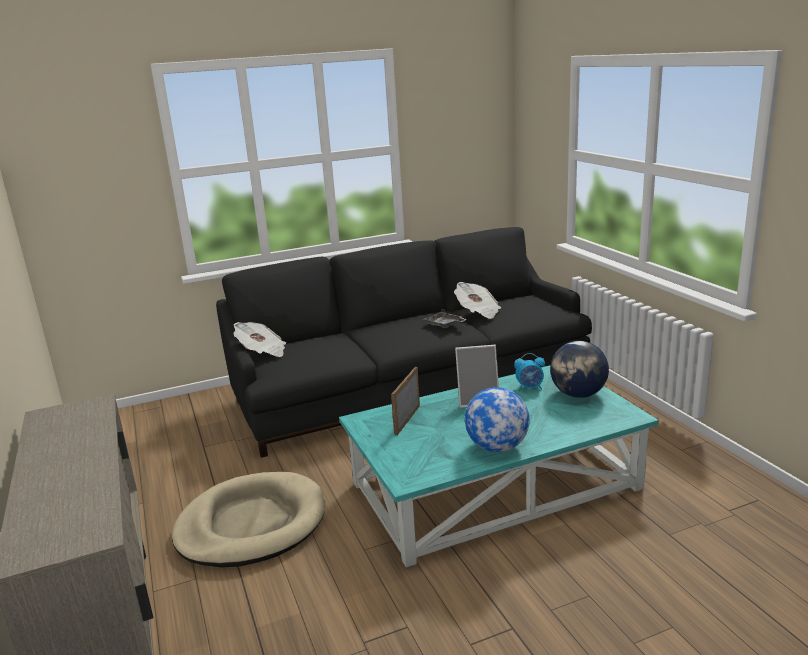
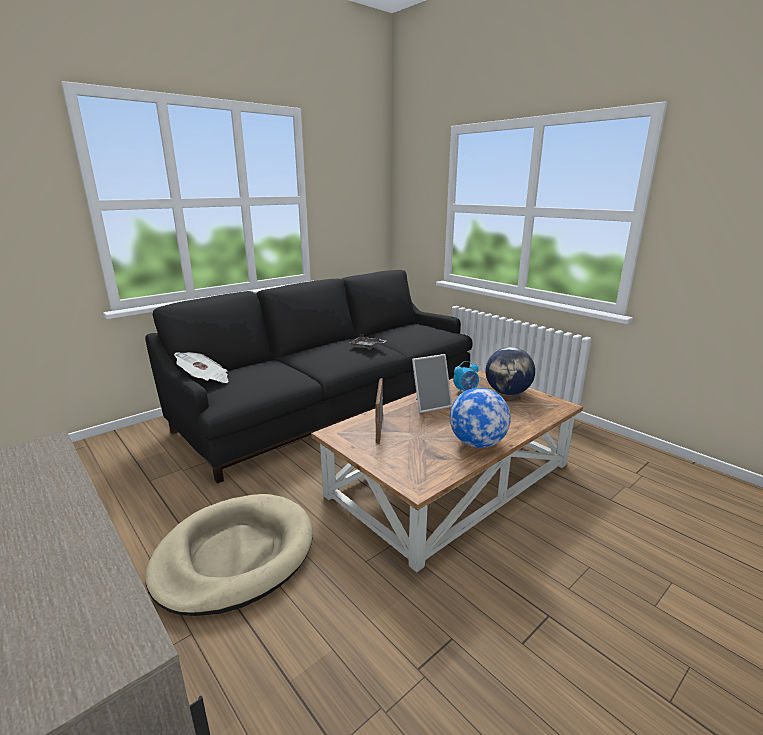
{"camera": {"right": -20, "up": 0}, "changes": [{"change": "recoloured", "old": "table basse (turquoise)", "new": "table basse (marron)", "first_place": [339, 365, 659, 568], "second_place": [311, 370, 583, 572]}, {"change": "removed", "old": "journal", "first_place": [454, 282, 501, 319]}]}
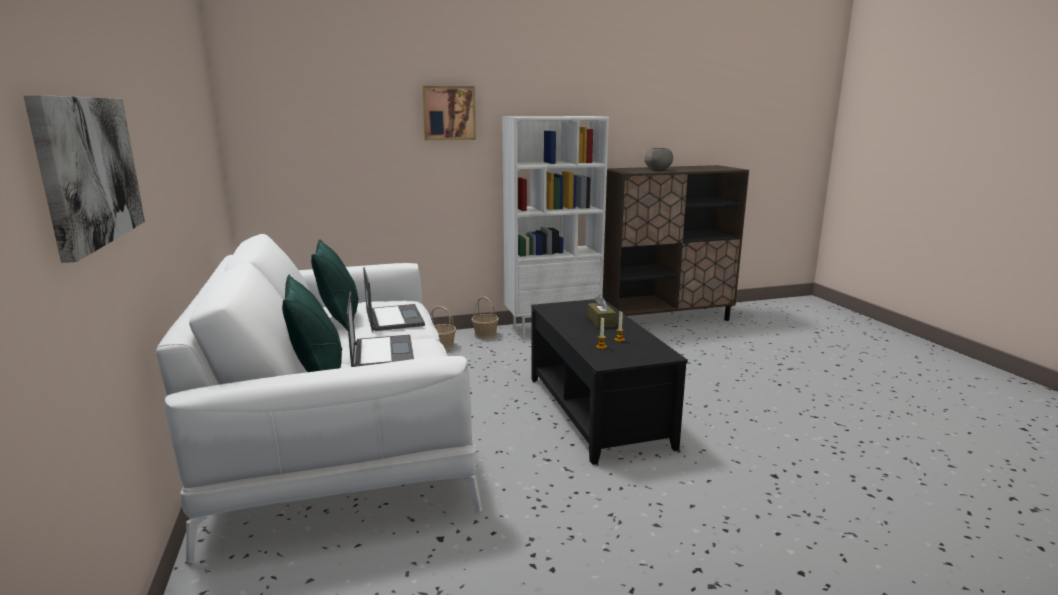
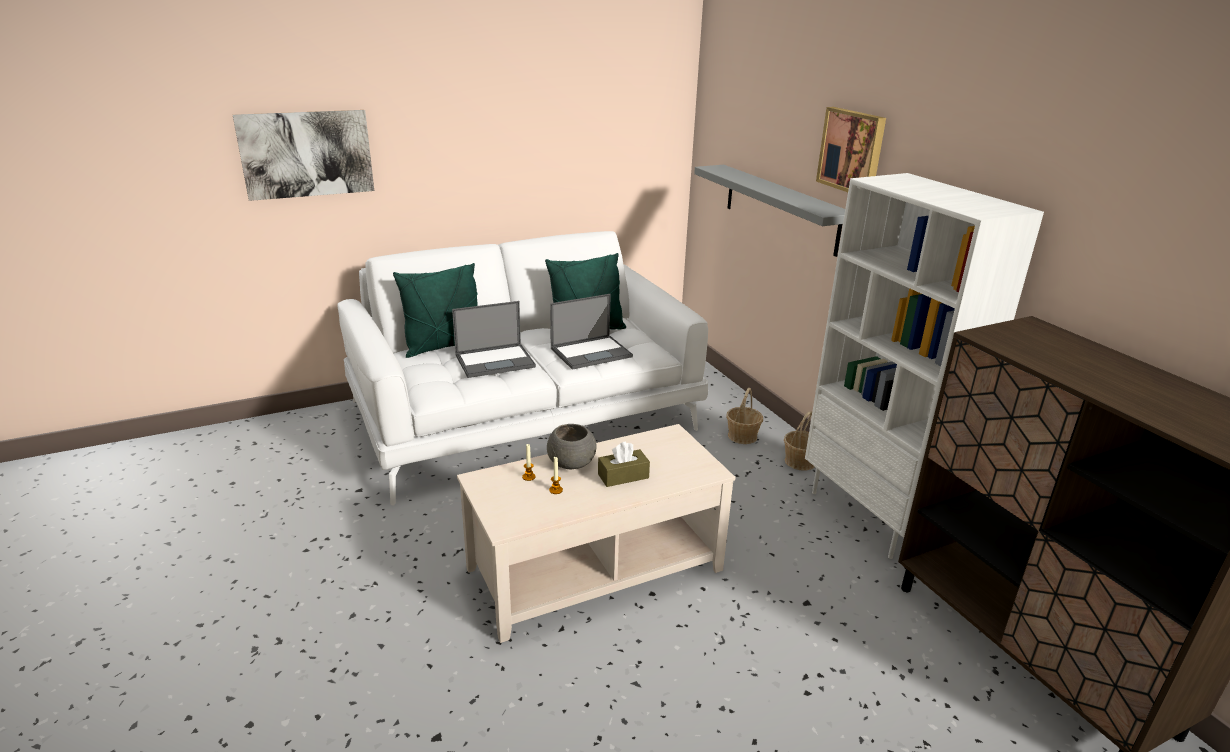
{"camera": {"right": 80, "up": 10}, "changes": [{"change": "recoloured", "old": "table basse (noir)", "new": "table basse (beige)", "first_place": [531, 299, 688, 465], "second_place": [457, 424, 735, 643]}, {"change": "moved", "old": "bol (gris)", "first_place": [644, 148, 673, 170], "second_place": [547, 424, 597, 469]}, {"change": "added", "new": "étagère (gris)", "second_place": [694, 165, 845, 257]}]}
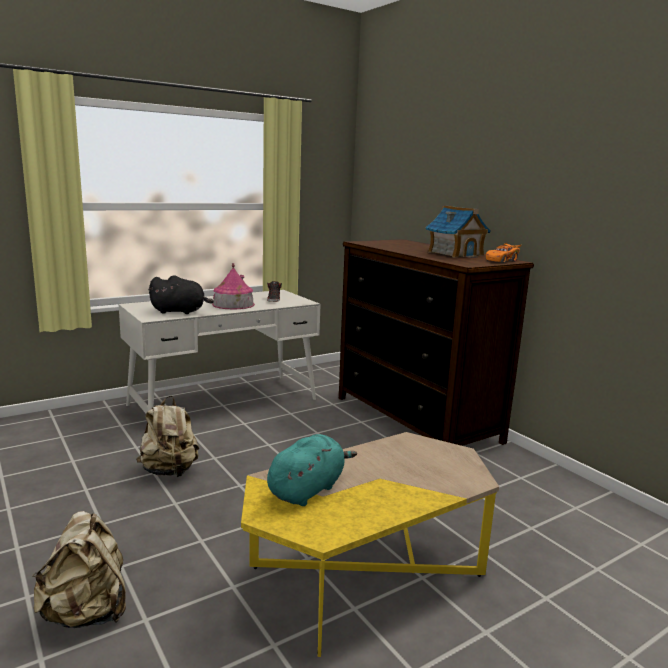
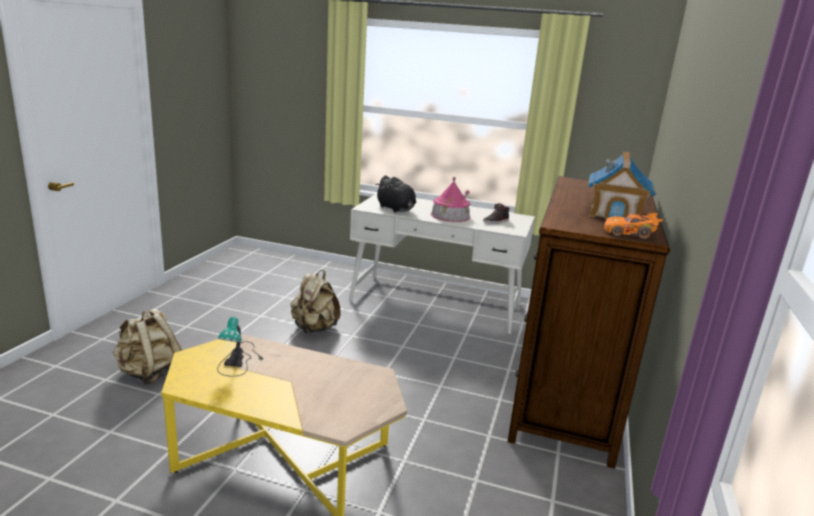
{"camera": {"right": 50, "up": 5}, "changes": [{"change": "replaced", "old": "peluche (turquoise)", "new": "lampe de table", "first_place": [267, 434, 357, 506], "second_place": [217, 317, 263, 377]}]}
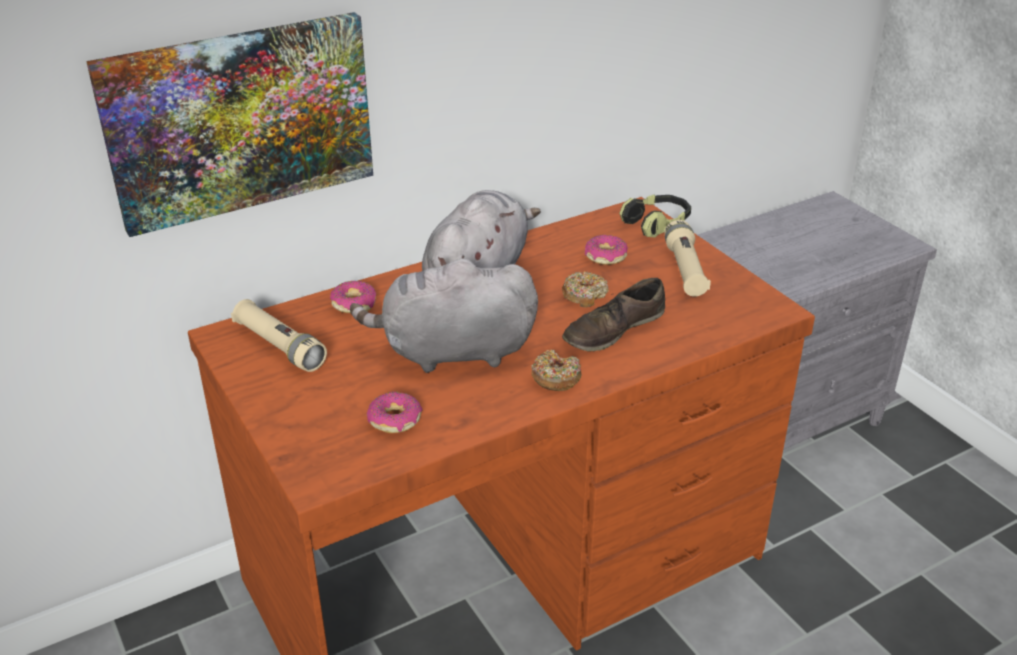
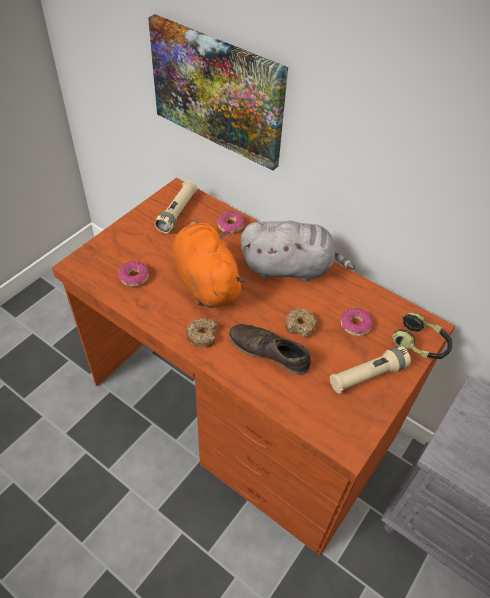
{"camera": {"right": 65, "up": 15}, "changes": [{"change": "recoloured", "old": "peluche (gris)", "new": "peluche (orange)", "first_place": [350, 257, 538, 373], "second_place": [172, 219, 246, 308]}]}
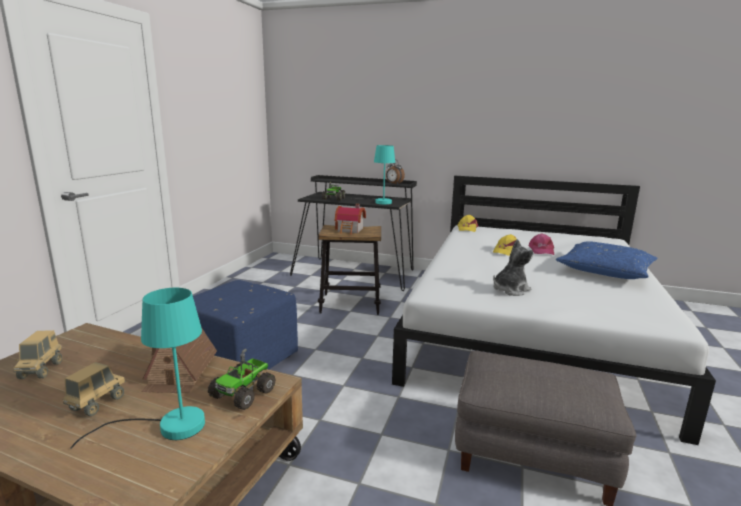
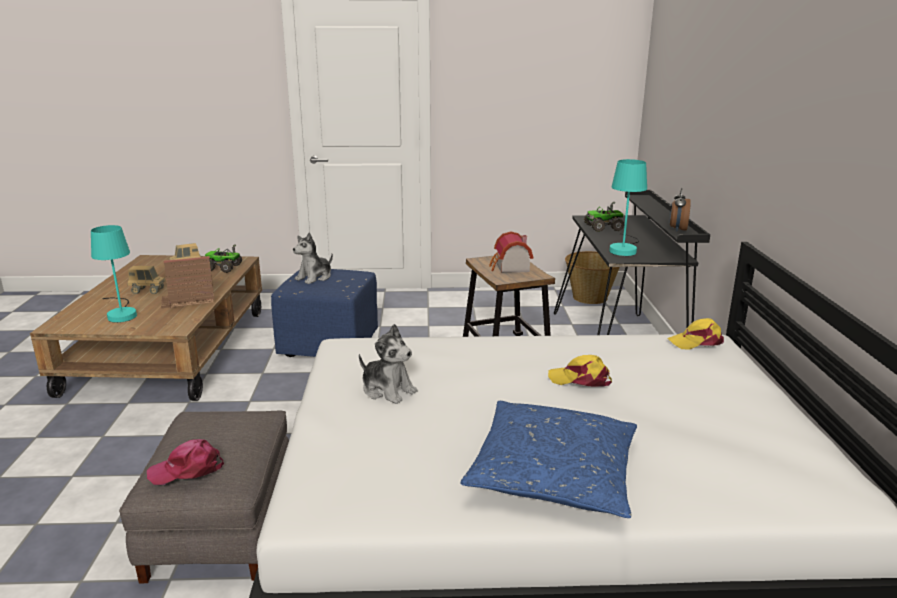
{"camera": {"right": 70, "up": 5}, "changes": [{"change": "moved", "old": "casquette (rose)", "first_place": [528, 234, 554, 255], "second_place": [147, 439, 224, 485]}, {"change": "moved", "old": "camion jouet", "first_place": [208, 348, 276, 410], "second_place": [205, 245, 242, 273]}, {"change": "added", "new": "peluche", "second_place": [293, 232, 333, 284]}, {"change": "added", "new": "panier", "second_place": [565, 251, 620, 304]}]}
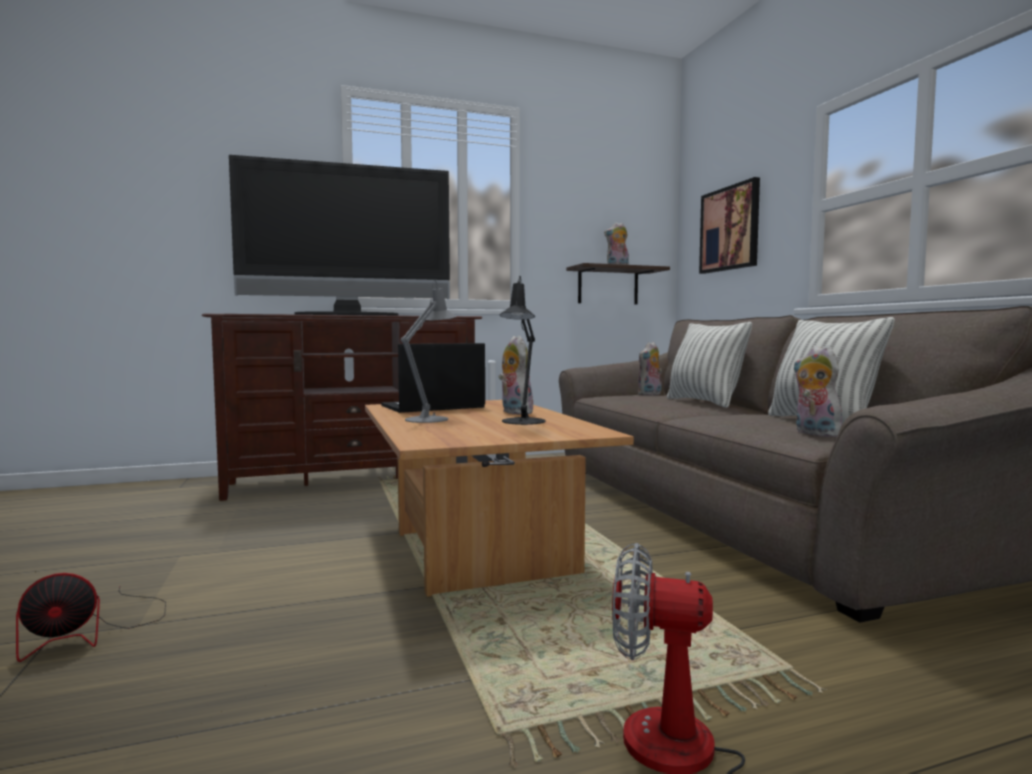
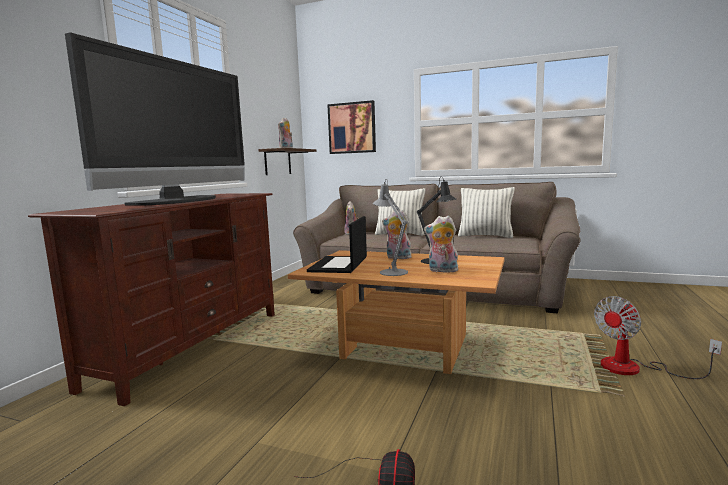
{"camera": {"right": -50, "up": 5}, "changes": [{"change": "moved", "old": "peluche", "first_place": [793, 345, 842, 437], "second_place": [424, 216, 458, 272]}]}
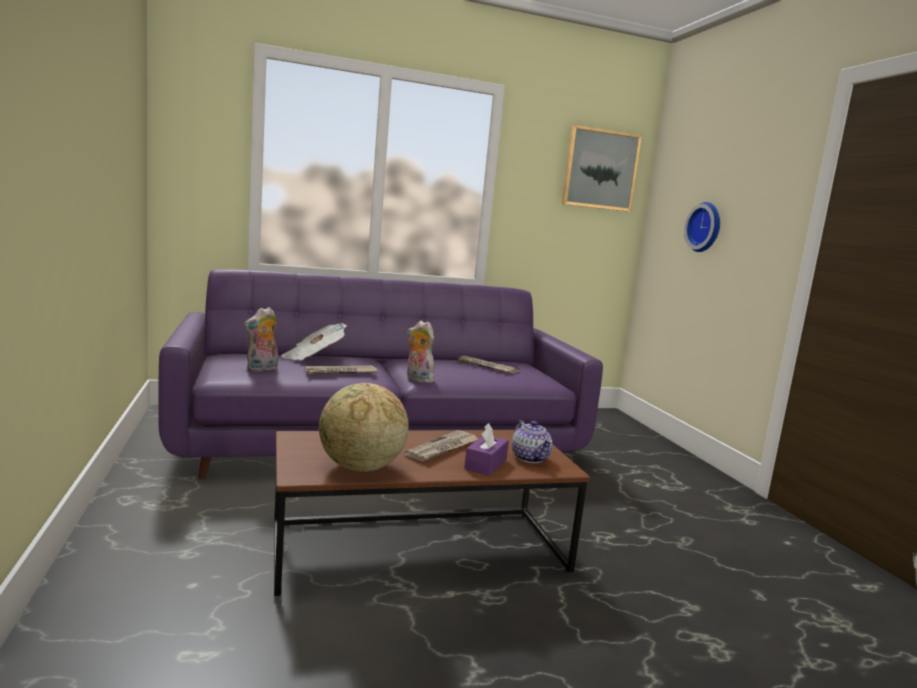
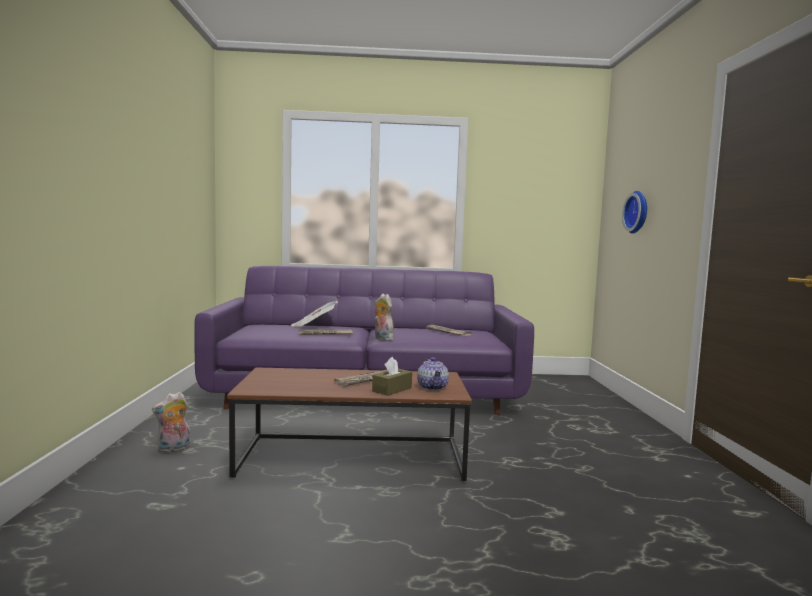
{"camera": {"right": 15, "up": -5}, "changes": [{"change": "moved", "old": "peluche", "first_place": [244, 307, 278, 372], "second_place": [152, 392, 190, 453]}, {"change": "recoloured", "old": "boîte à mouchoirs (violet)", "new": "boîte à mouchoirs (marron)", "first_place": [464, 423, 509, 476], "second_place": [372, 357, 412, 396]}, {"change": "removed", "old": "globe", "first_place": [319, 383, 409, 472]}, {"change": "removed", "old": "tableau", "first_place": [562, 125, 642, 212]}]}
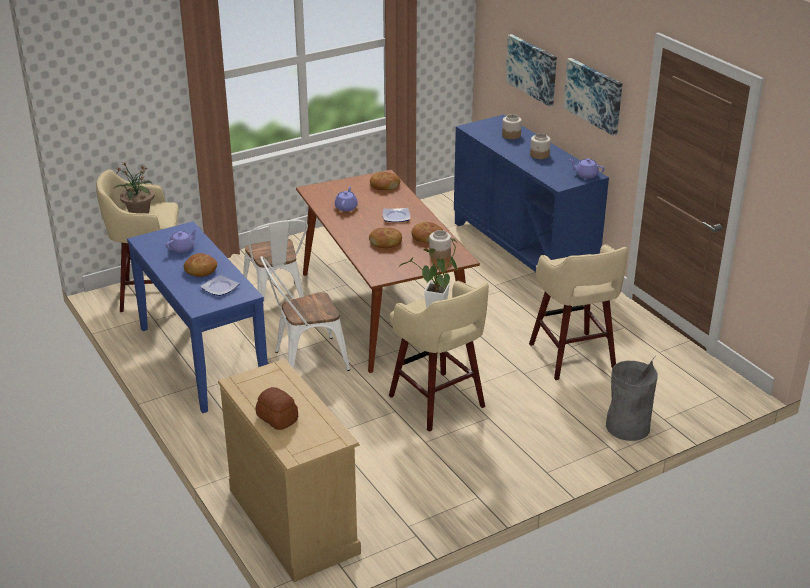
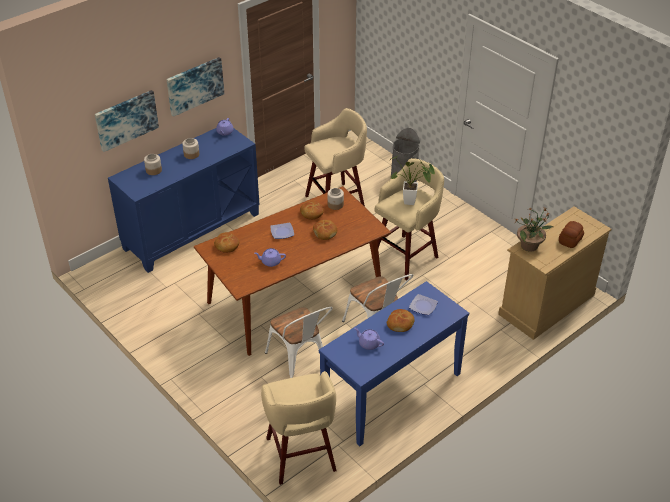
{"camera": {"right": -100, "up": 10}, "changes": [{"change": "turned", "old": "chaise (blanc)", "first_place": [243, 220, 308, 308], "second_place": [265, 307, 333, 378], "degrees": 90}, {"change": "moved", "old": "plante en pot", "first_place": [114, 162, 154, 213], "second_place": [516, 208, 555, 252]}]}
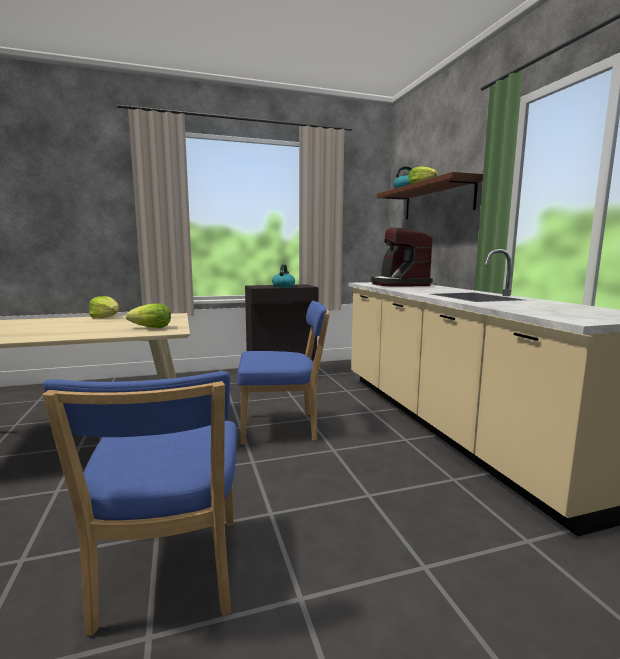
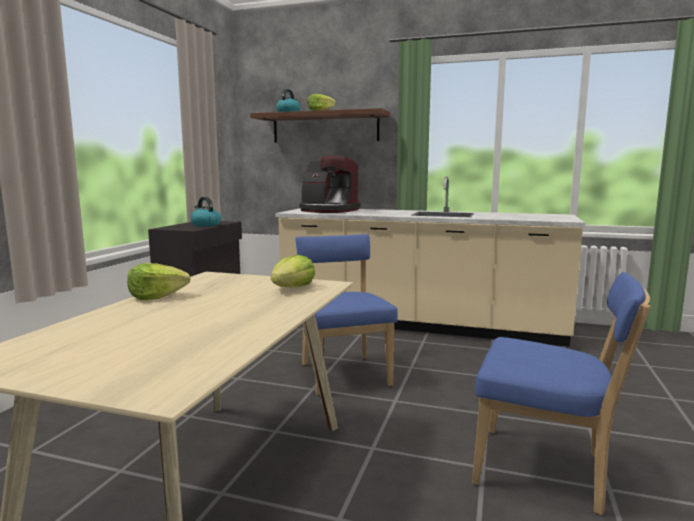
{"camera": {"right": -55, "up": 0}, "changes": [{"change": "turned", "old": "chaise (bleu)", "first_place": [237, 301, 330, 445], "second_place": [296, 234, 398, 396], "degrees": -45}]}
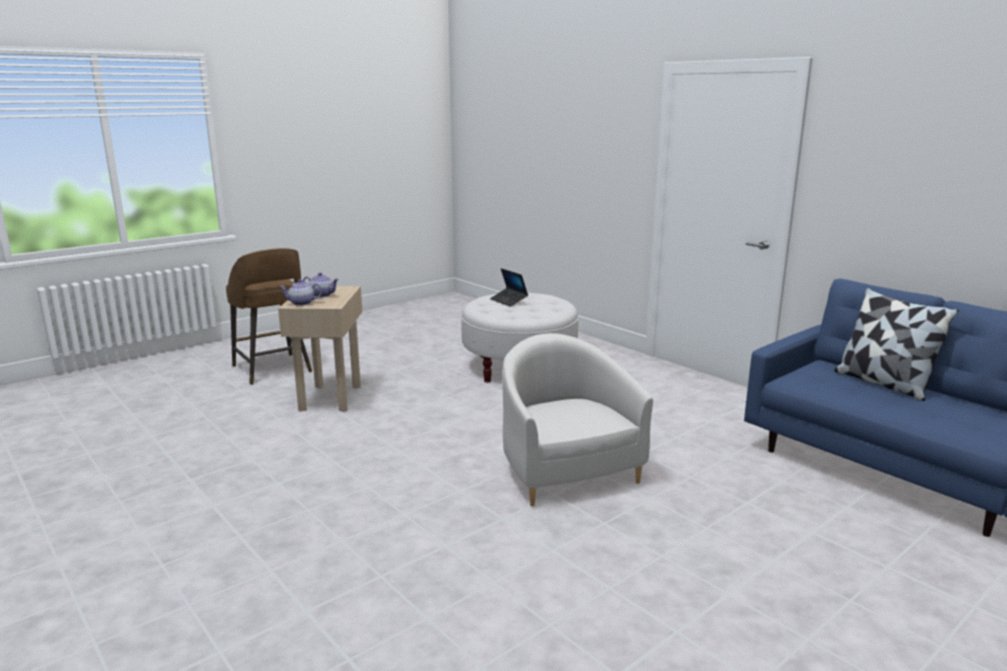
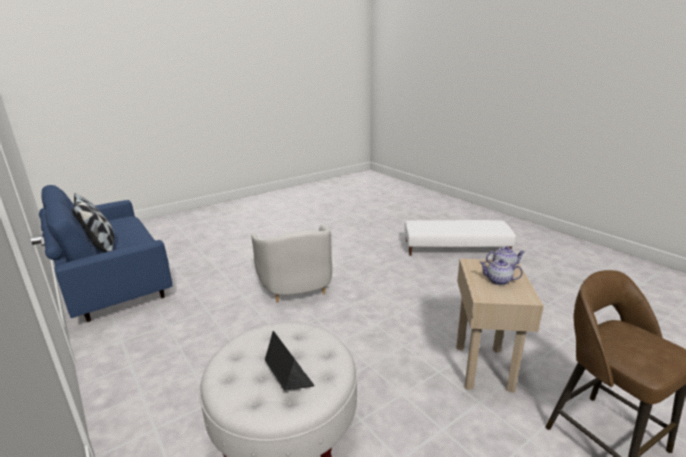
{"camera": {"right": -175, "up": 5}, "changes": [{"change": "added", "new": "pouf (blanc)", "second_place": [405, 220, 516, 256]}]}
